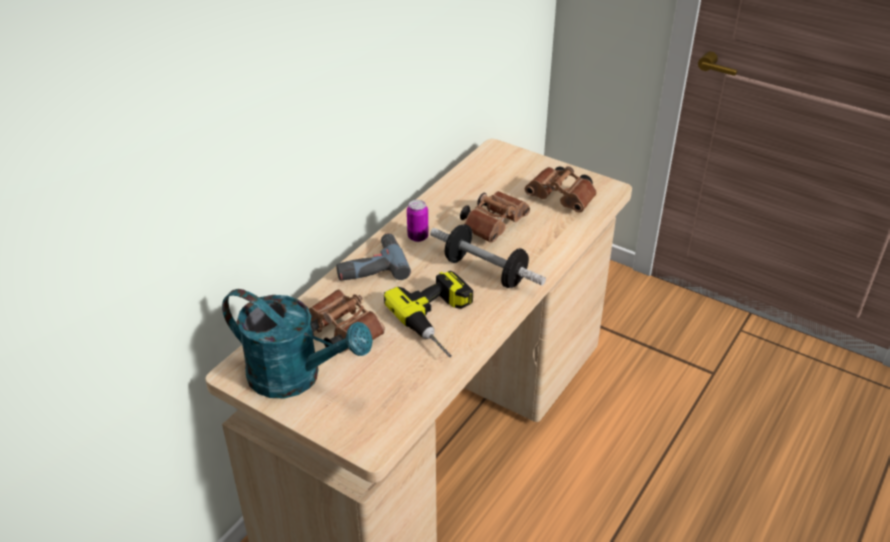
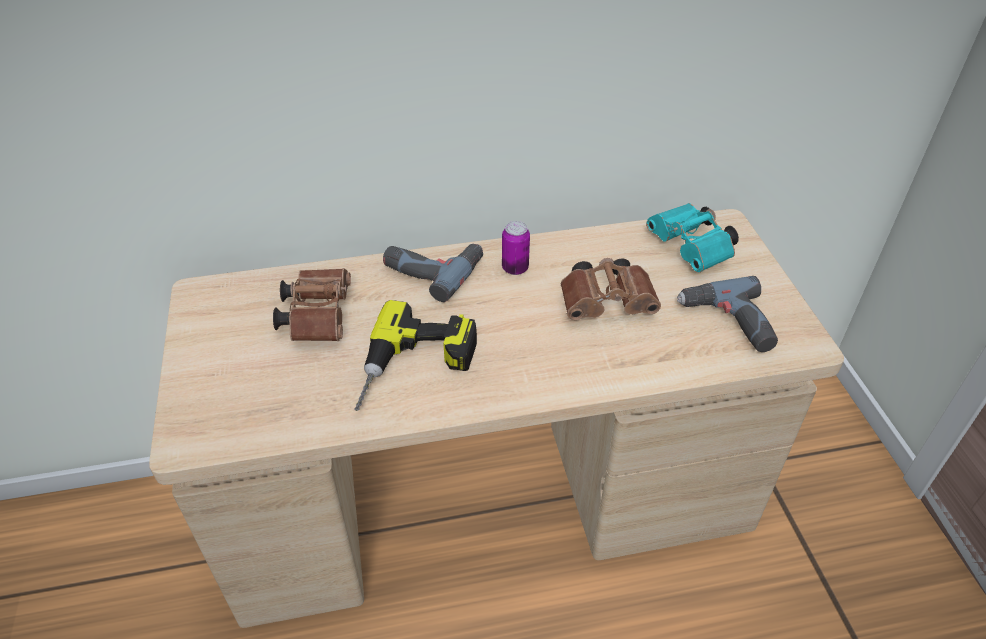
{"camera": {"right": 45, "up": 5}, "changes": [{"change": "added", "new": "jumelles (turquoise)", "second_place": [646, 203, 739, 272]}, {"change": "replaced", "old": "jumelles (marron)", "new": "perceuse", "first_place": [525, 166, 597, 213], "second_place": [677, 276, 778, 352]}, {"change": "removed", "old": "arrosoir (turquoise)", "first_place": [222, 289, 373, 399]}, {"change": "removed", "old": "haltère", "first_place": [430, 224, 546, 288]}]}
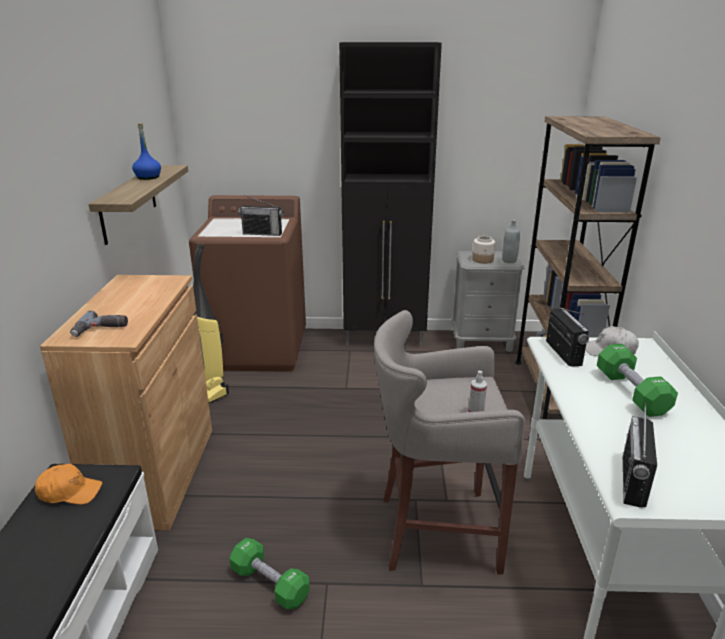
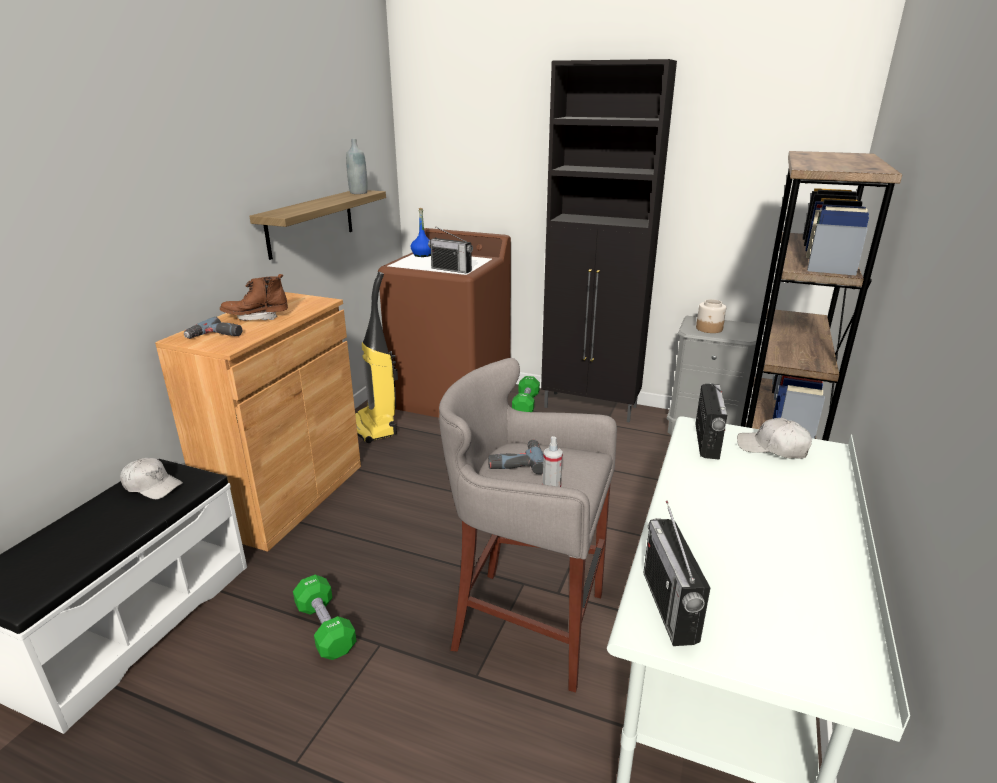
{"camera": {"right": 20, "up": 0}, "changes": [{"change": "recoloured", "old": "casquette (orange)", "new": "casquette (blanc)", "first_place": [35, 464, 102, 504], "second_place": [120, 458, 183, 499]}, {"change": "added", "new": "botte (marron)", "second_place": [220, 274, 288, 321]}, {"change": "moved", "old": "bouteille (gris)", "first_place": [502, 220, 520, 263], "second_place": [346, 139, 368, 194]}, {"change": "moved", "old": "bouteille (bleu)", "first_place": [132, 123, 161, 180], "second_place": [410, 208, 431, 257]}, {"change": "added", "new": "perceuse", "second_place": [488, 439, 544, 474]}, {"change": "moved", "old": "haltère (vert)", "first_place": [597, 344, 678, 417], "second_place": [512, 376, 540, 412]}, {"change": "turned", "old": "radio", "first_place": [623, 403, 657, 508], "second_place": [643, 501, 710, 646], "degrees": -45}]}
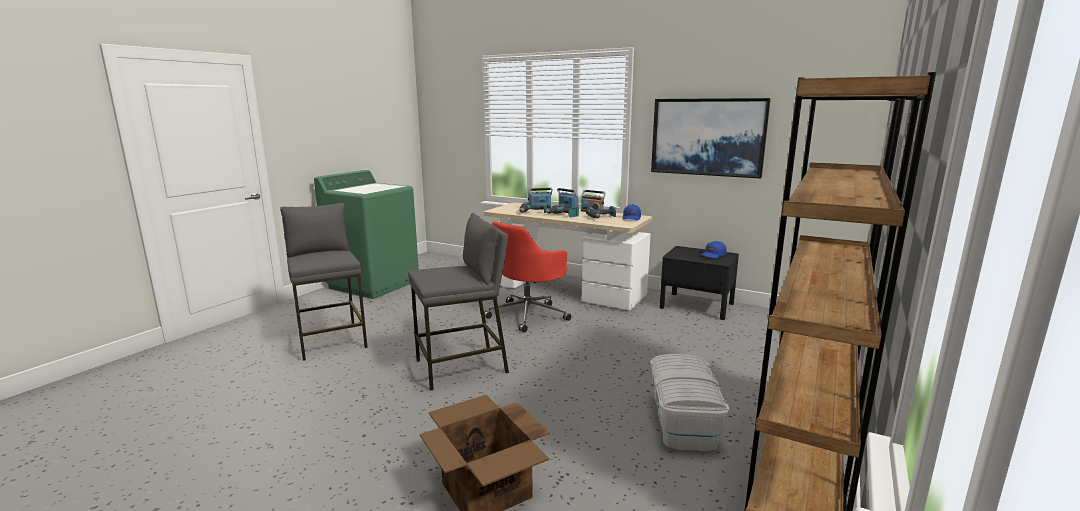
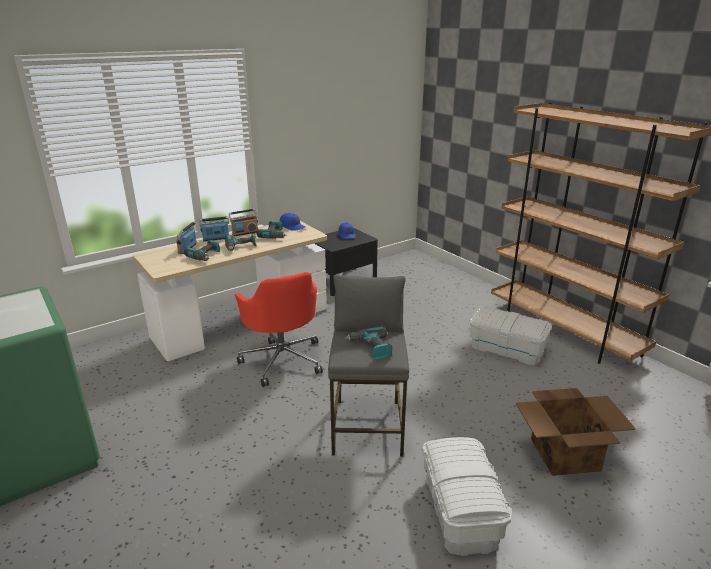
{"camera": {"right": -65, "up": 10}, "changes": [{"change": "added", "new": "perceuse", "second_place": [345, 326, 392, 360]}, {"change": "added", "new": "boîte de rangement (blanc)", "second_place": [422, 437, 512, 556]}, {"change": "removed", "old": "tabouret (gris)", "first_place": [280, 203, 368, 361]}, {"change": "removed", "old": "tableau", "first_place": [651, 98, 771, 179]}]}
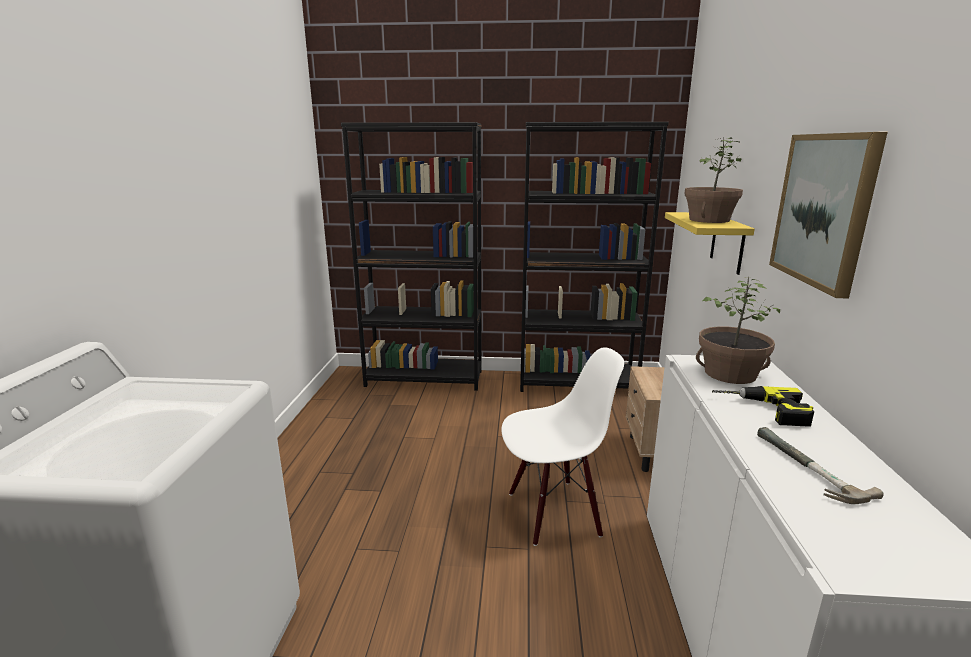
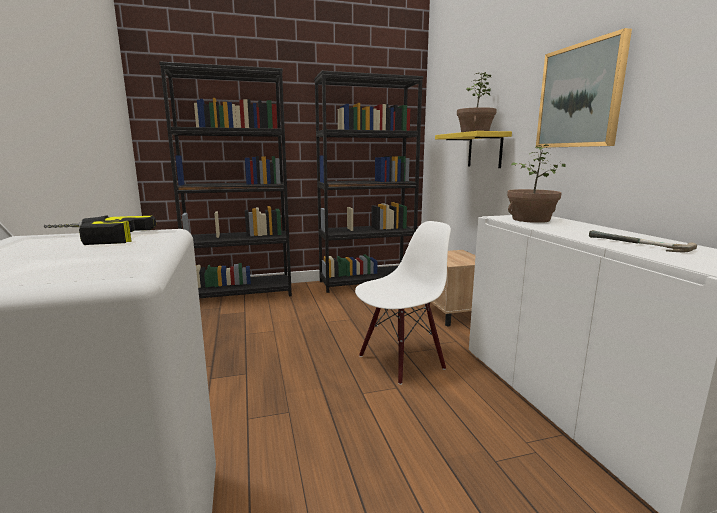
{"camera": {"right": -20, "up": -5}, "changes": [{"change": "moved", "old": "perceuse", "first_place": [712, 386, 814, 427], "second_place": [43, 215, 156, 245]}]}
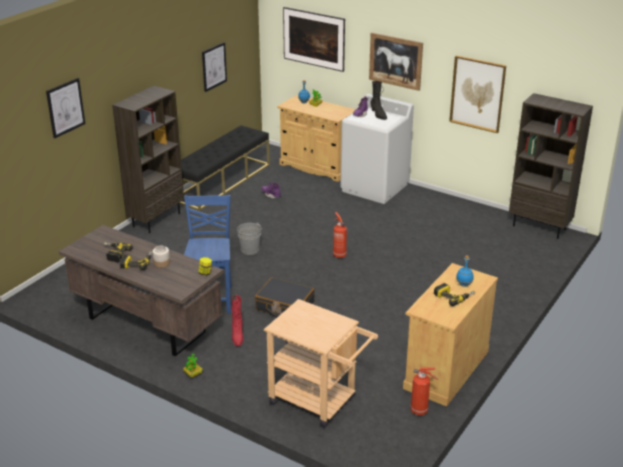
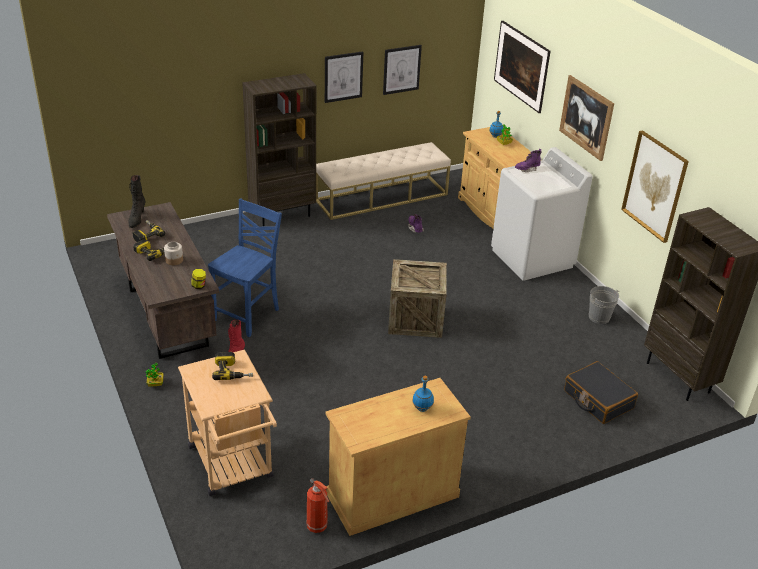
{"camera": {"right": 30, "up": 5}, "changes": [{"change": "moved", "old": "botte (noir)", "first_place": [370, 81, 387, 120], "second_place": [129, 175, 145, 228]}, {"change": "moved", "old": "perceuse", "first_place": [434, 283, 475, 306], "second_place": [212, 352, 253, 380]}, {"change": "recoloured", "old": "banc (noir)", "new": "banc (beige)", "first_place": [179, 126, 270, 211], "second_place": [316, 142, 451, 220]}, {"change": "moved", "old": "tableau", "first_place": [46, 78, 85, 138], "second_place": [325, 51, 363, 103]}, {"change": "replaced", "old": "extincteur", "new": "caisse", "first_place": [333, 212, 347, 258], "second_place": [388, 259, 447, 338]}, {"change": "moved", "old": "valise (noir)", "first_place": [255, 277, 314, 317], "second_place": [564, 361, 638, 424]}, {"change": "moved", "old": "seau (gris)", "first_place": [237, 222, 262, 255], "second_place": [589, 286, 619, 324]}]}
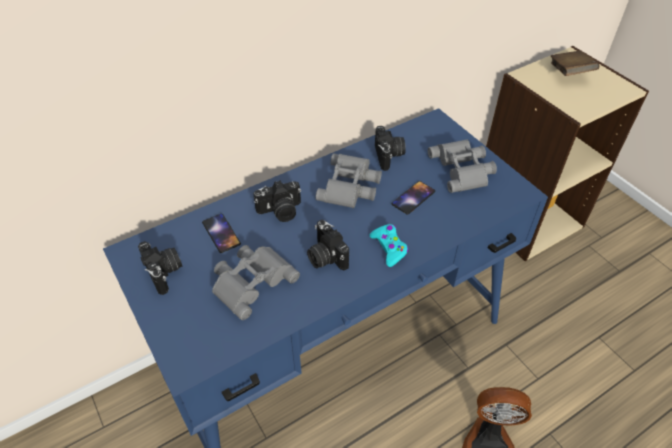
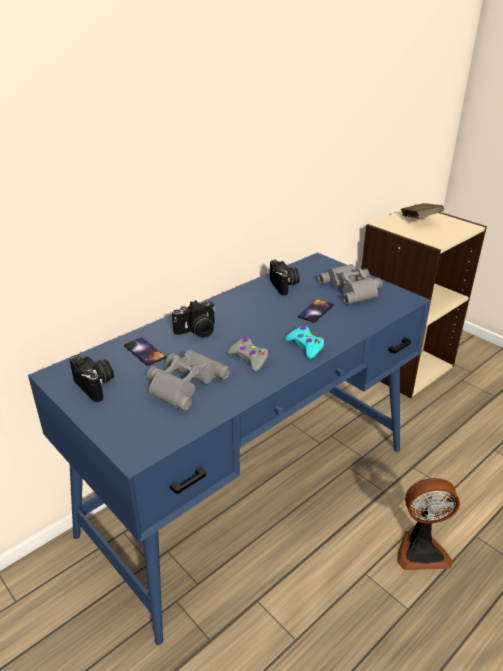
{"camera": {"right": -10, "up": -15}, "changes": [{"change": "replaced", "old": "appareil photo", "new": "manette (gris)", "first_place": [307, 220, 349, 271], "second_place": [227, 338, 269, 372]}, {"change": "removed", "old": "jumelles (gris)", "first_place": [316, 153, 382, 208]}]}
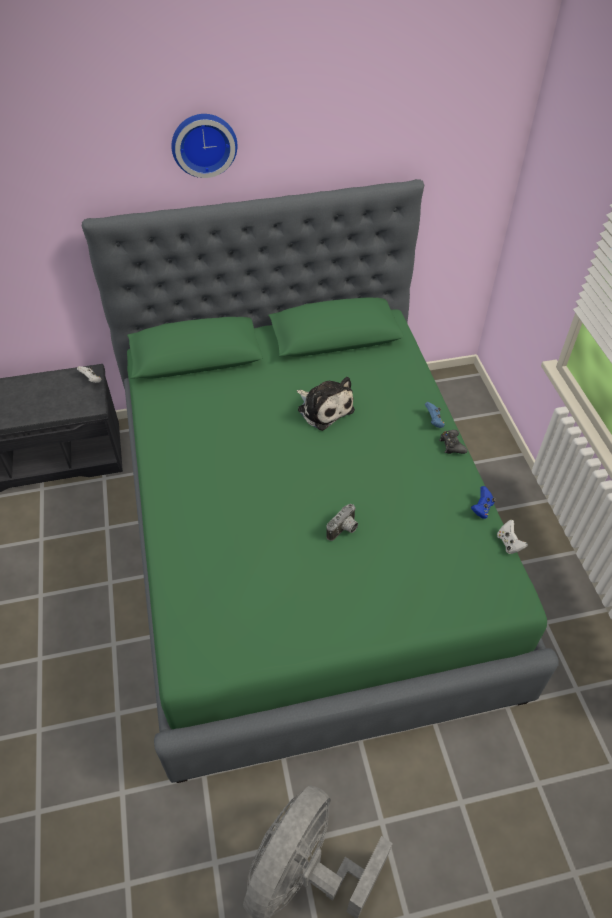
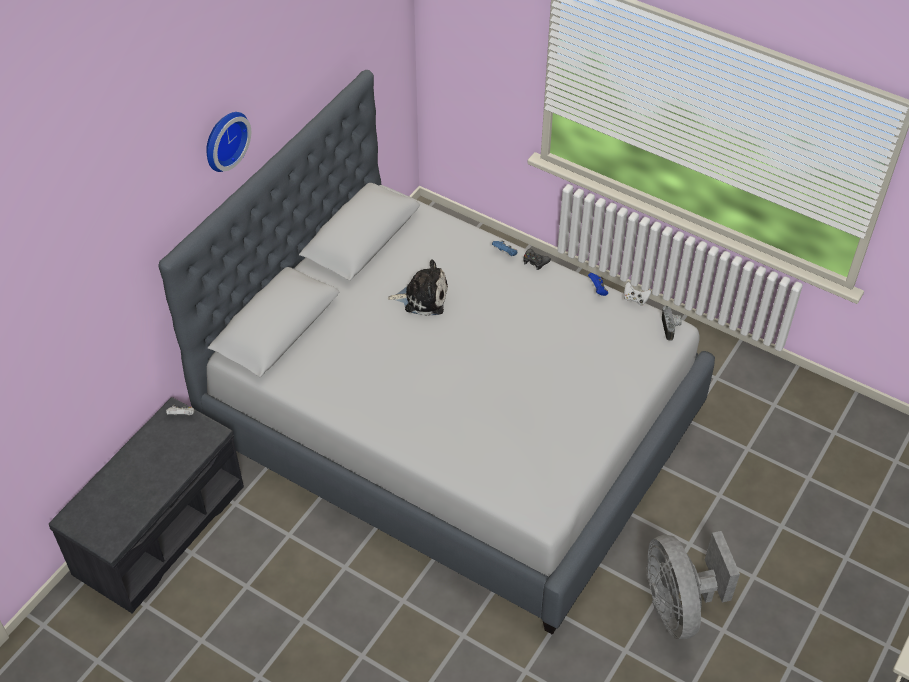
{"camera": {"right": -45, "up": 0}, "changes": [{"change": "recoloured", "old": "lit (vert)", "new": "lit (gris)", "first_place": [82, 179, 559, 783], "second_place": [159, 70, 715, 635]}, {"change": "moved", "old": "appareil photo", "first_place": [326, 504, 358, 541], "second_place": [662, 306, 682, 341]}]}
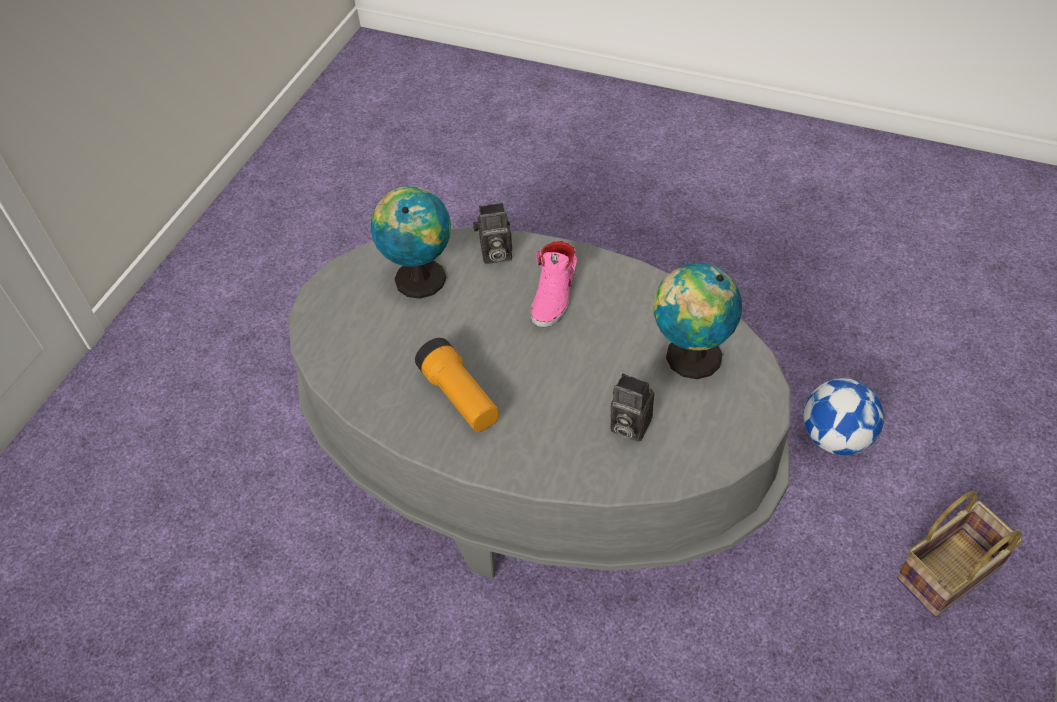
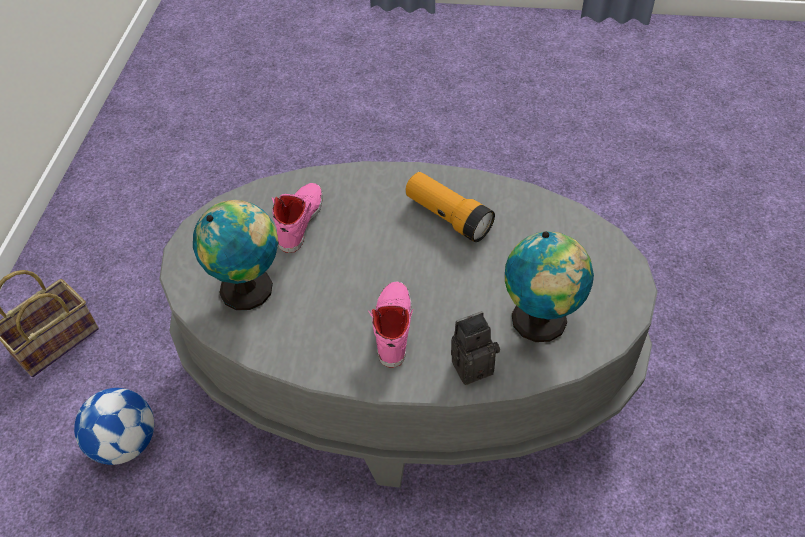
{"camera": {"right": 165, "up": 0}, "changes": [{"change": "replaced", "old": "appareil photo", "new": "chaussure (rose)", "first_place": [610, 374, 654, 442], "second_place": [272, 183, 323, 253]}]}
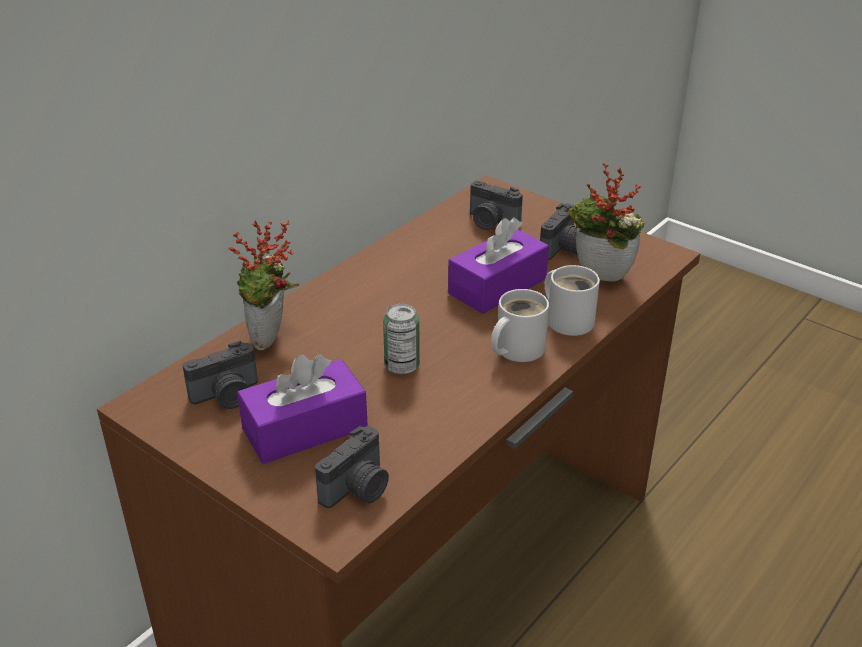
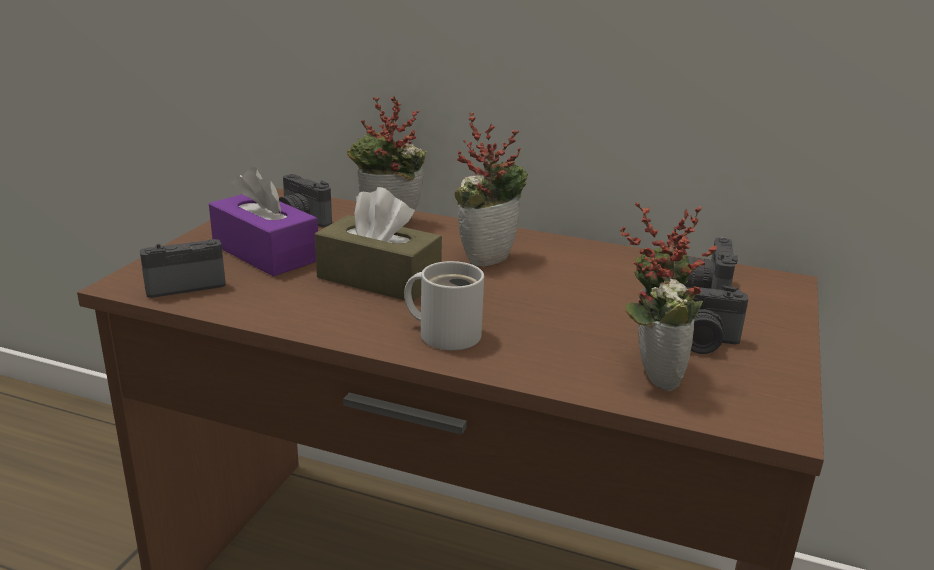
{"camera": {"right": 70, "up": -10}, "changes": [{"change": "turned", "old": "appareil photo", "first_place": [315, 426, 389, 508], "second_place": [140, 239, 226, 298], "degrees": 135}, {"change": "replaced", "old": "boîte métallique", "new": "boîte à mouchoirs (marron)", "first_place": [383, 304, 420, 375], "second_place": [315, 187, 442, 301]}, {"change": "added", "new": "plante en pot", "second_place": [455, 112, 528, 267]}, {"change": "removed", "old": "boîte à mouchoirs (violet)", "first_place": [448, 218, 549, 314]}, {"change": "removed", "old": "mug (blanc)", "first_place": [545, 265, 600, 336]}]}
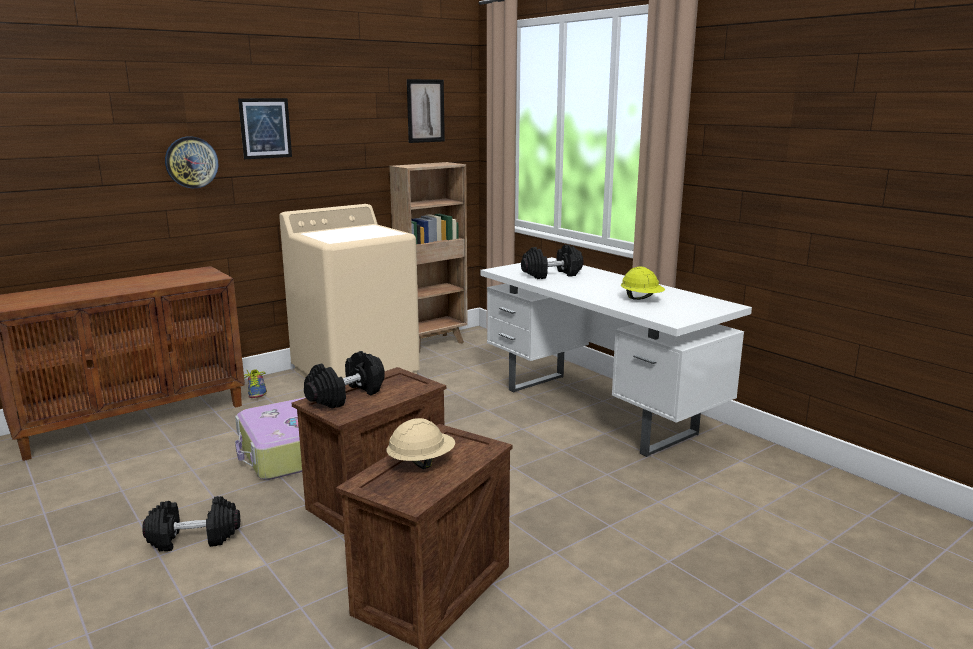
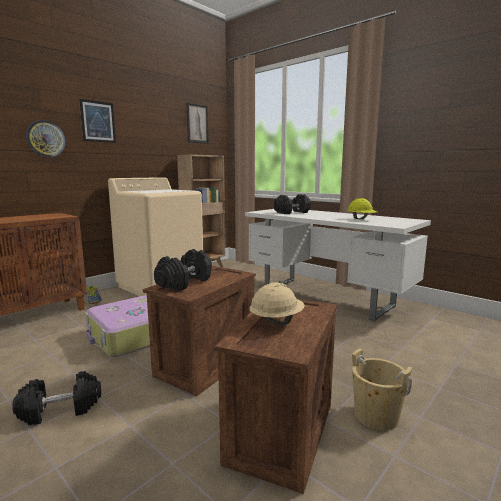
{"camera": {"right": -10, "up": -5}, "changes": [{"change": "added", "new": "seau (beige)", "second_place": [352, 349, 412, 431]}]}
